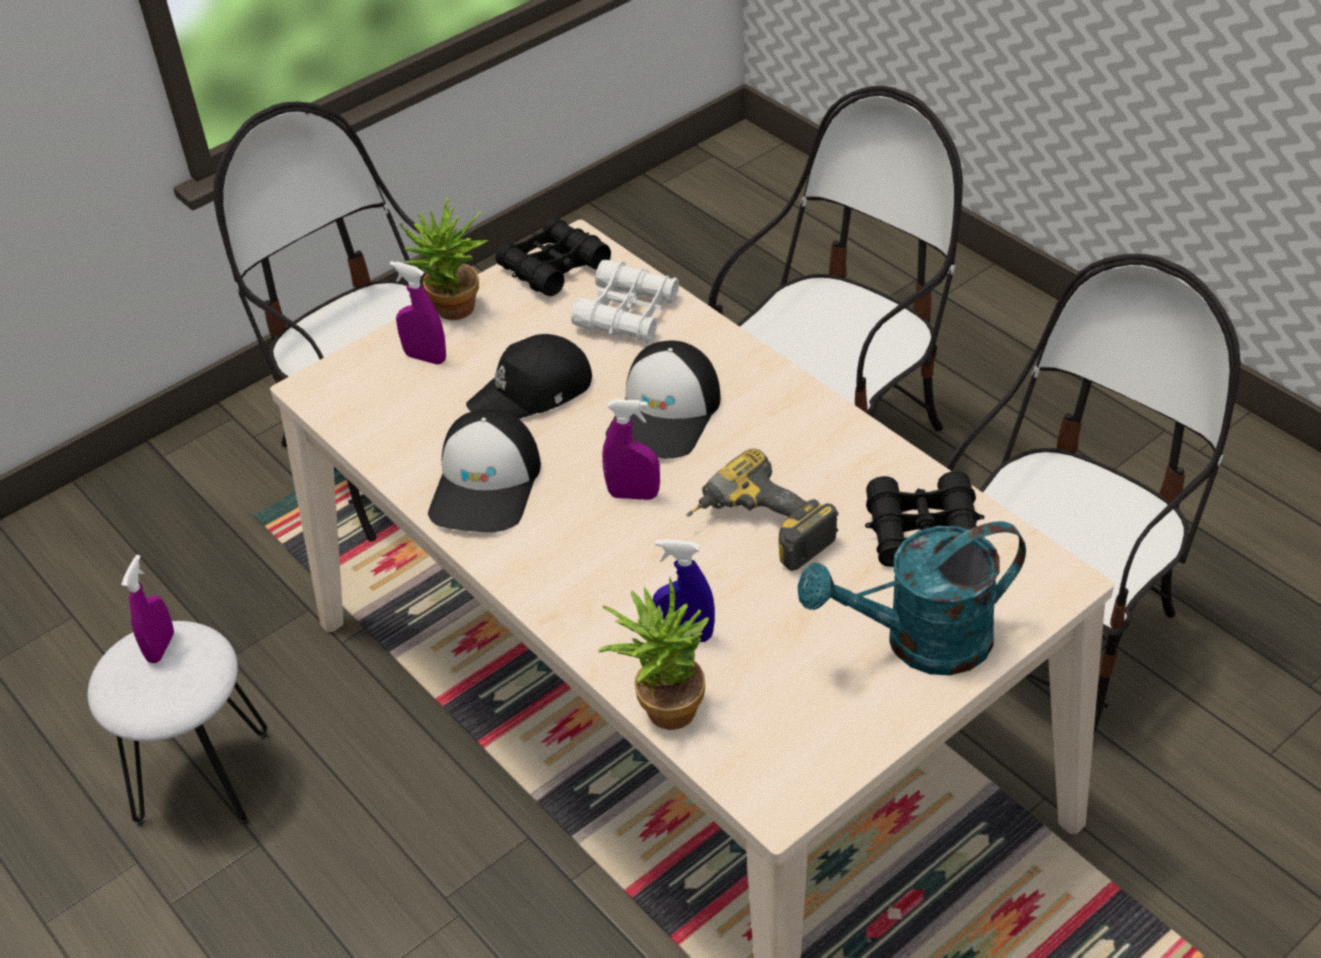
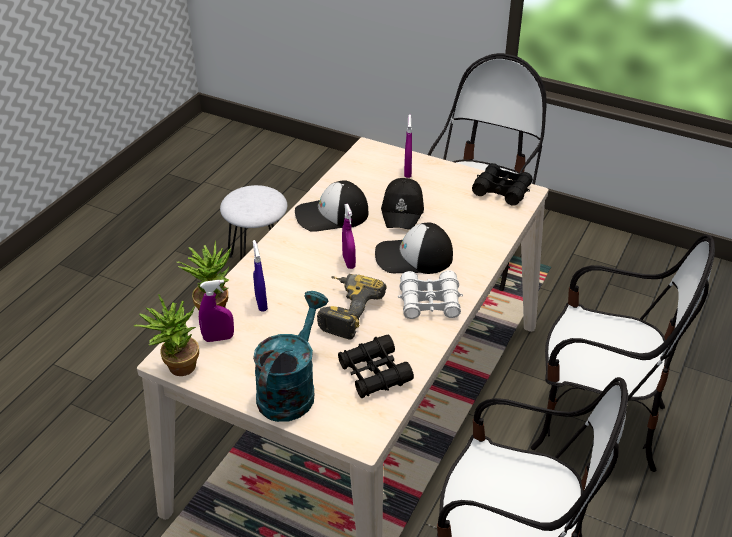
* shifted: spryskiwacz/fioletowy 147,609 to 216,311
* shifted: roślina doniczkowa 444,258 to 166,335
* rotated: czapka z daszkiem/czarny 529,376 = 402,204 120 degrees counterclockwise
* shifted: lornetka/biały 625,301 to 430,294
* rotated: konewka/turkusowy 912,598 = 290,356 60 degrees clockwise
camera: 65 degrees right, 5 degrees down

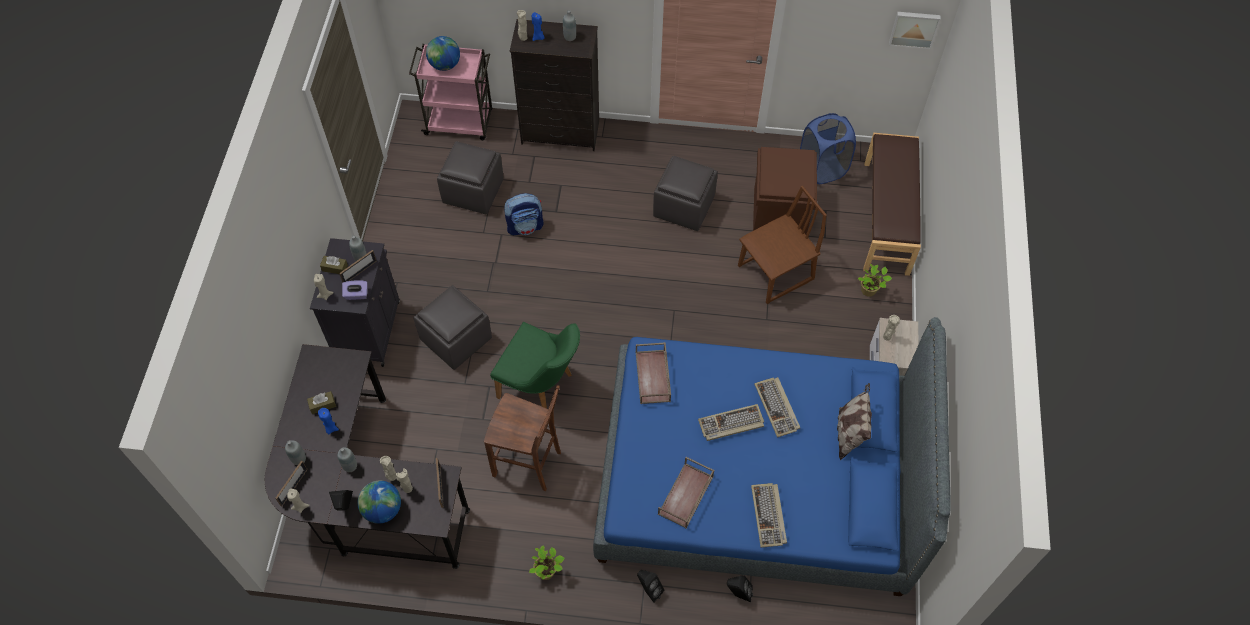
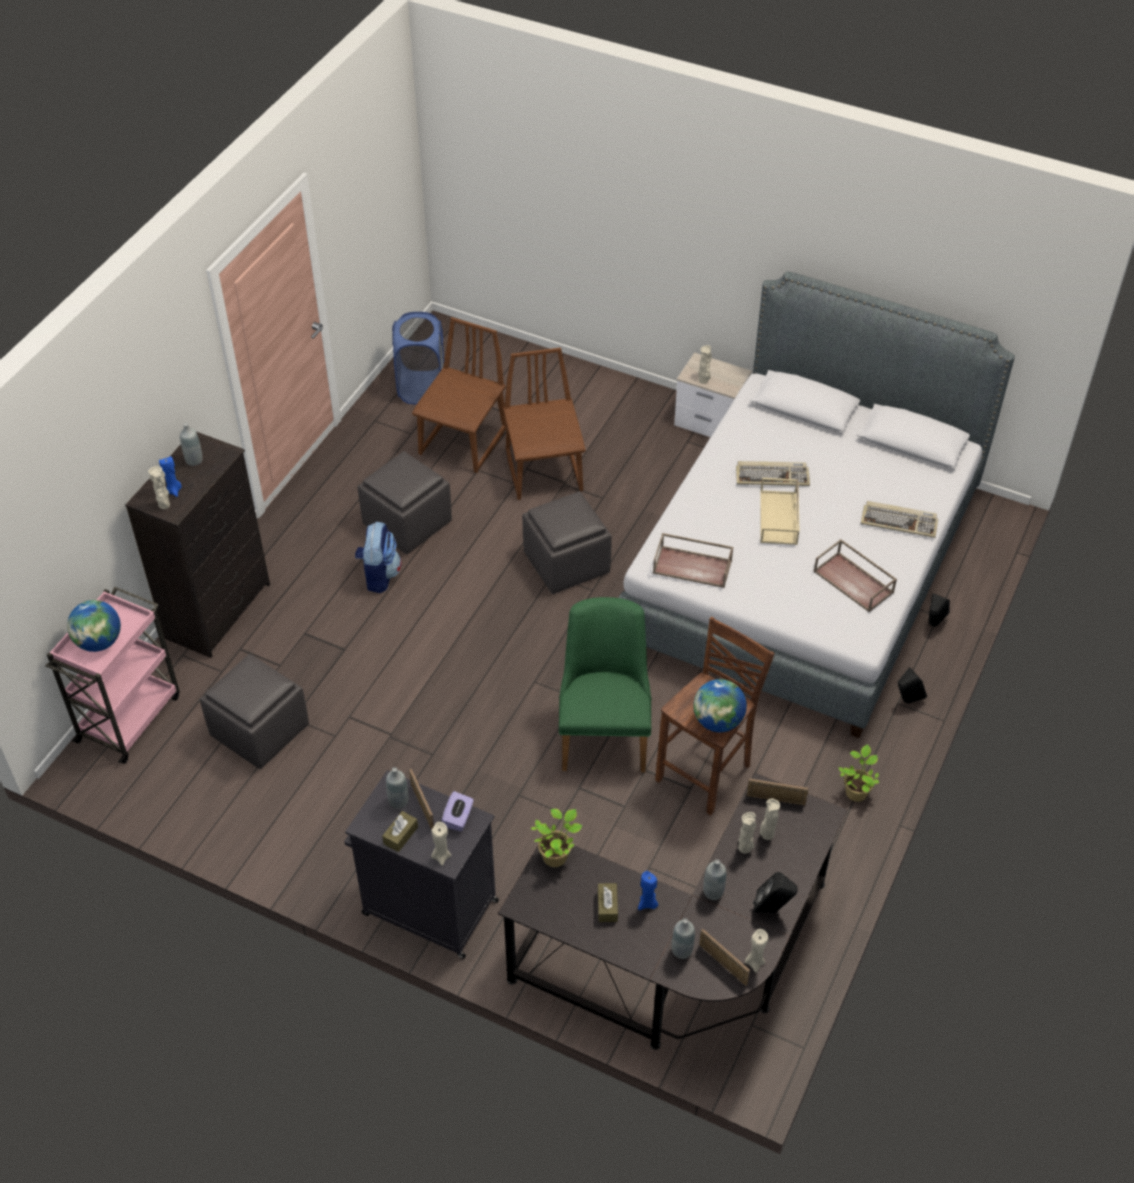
* shifted: globus 379,502 to 720,705
* shifted: pufa/szary 452,327 to 567,543
* rotated: krzesło/zielony 535,365 = 605,685 45 degrees counterclockwise
* shifted: plecak 524,214 to 378,557
* repainted: łóżko/niebieski 772,456 to łóżko/szary 816,504
* swapped: klawiatura 731,422 to taca/beżowy 779,511
* swapped: pojemnik do przechowywania/brązowy 785,190 to krzesło/brązowy 459,395
* gone: poduszka 854,422
* shifted: roślina doniczkowa 875,280 to 556,838
* gone: ławka/brązowy 892,204
* gone: obraz 915,30
camera: 70 degrees left, 10 degrees down

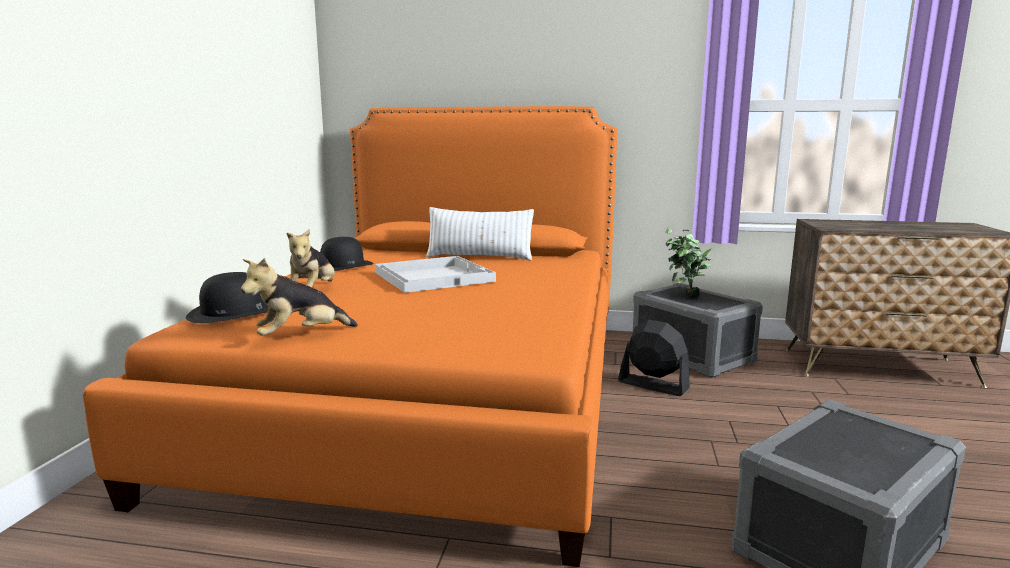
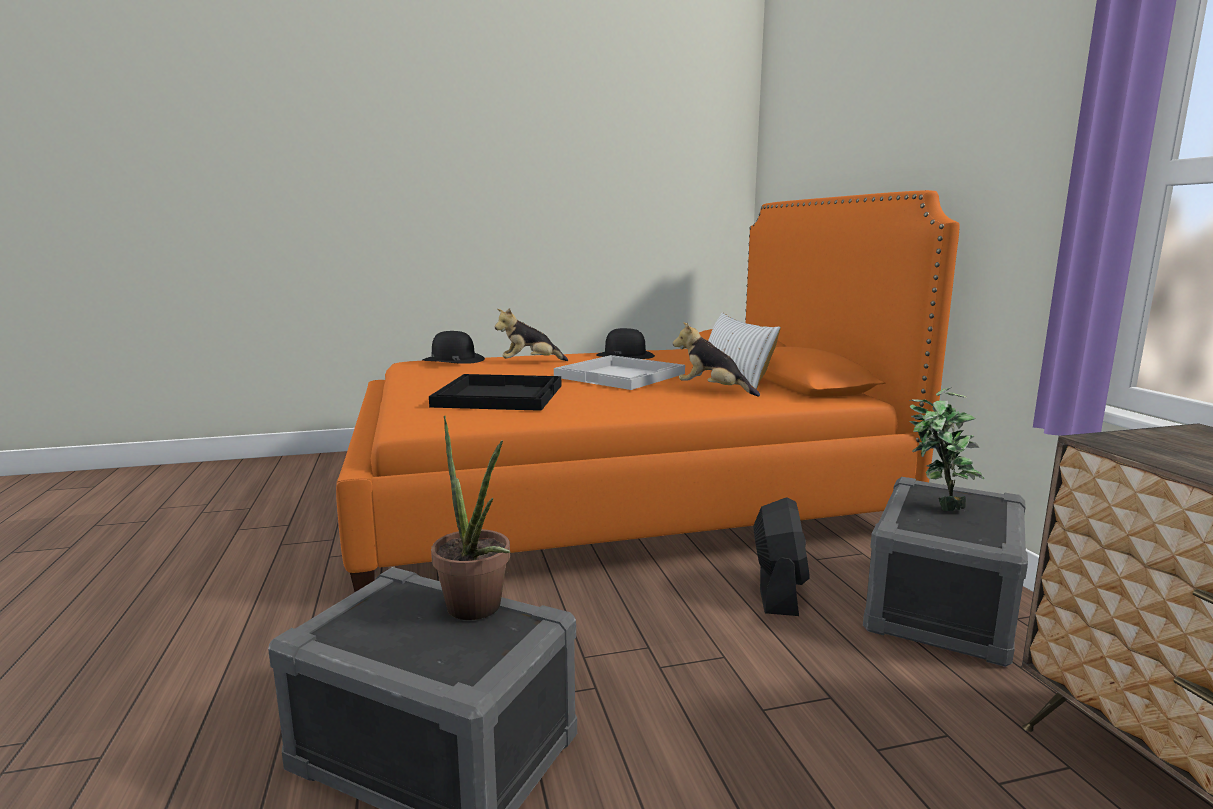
* shifted: pluszak 299,296 to 716,359
* new: taca/czarny 495,392
* new: roślina doniczkowa 471,518
camera: 65 degrees right, 0 degrees up

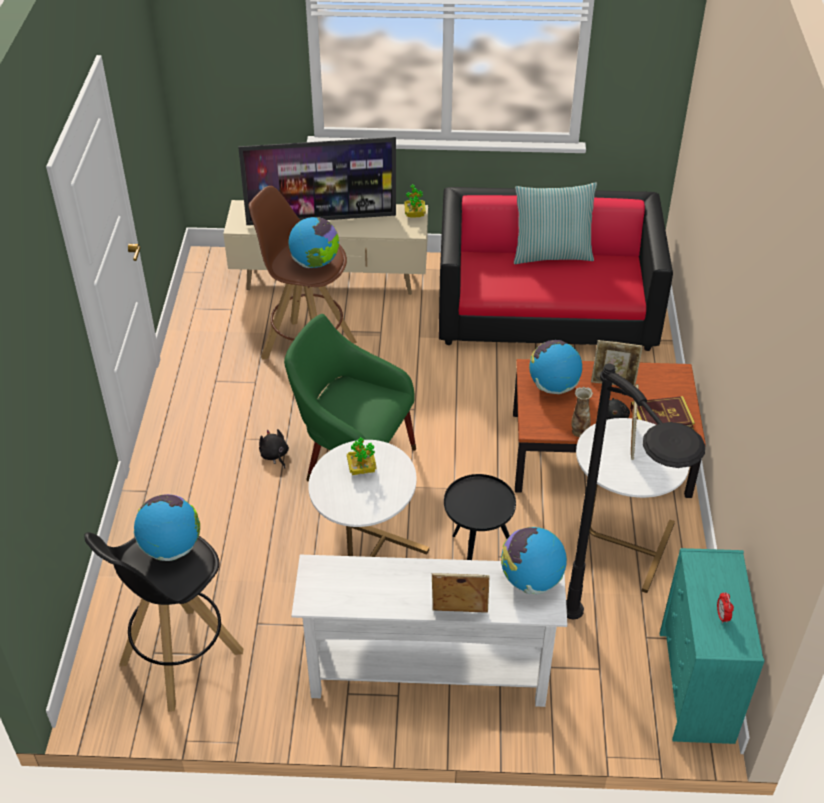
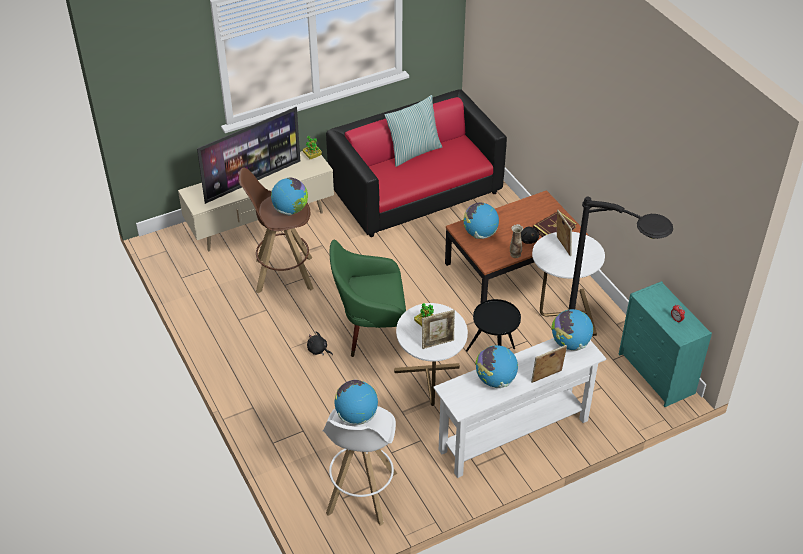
* repainted: stołek/czarny 163,622 to stołek/biały 360,466
* shifted: ramka na zdjęcie 617,363 to 438,329
* new: globus 496,366
camera: 30 degrees left, 0 degrees up

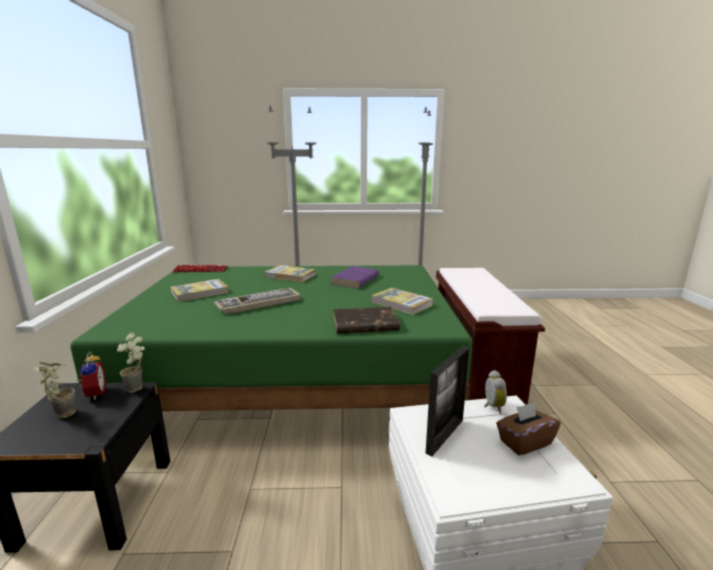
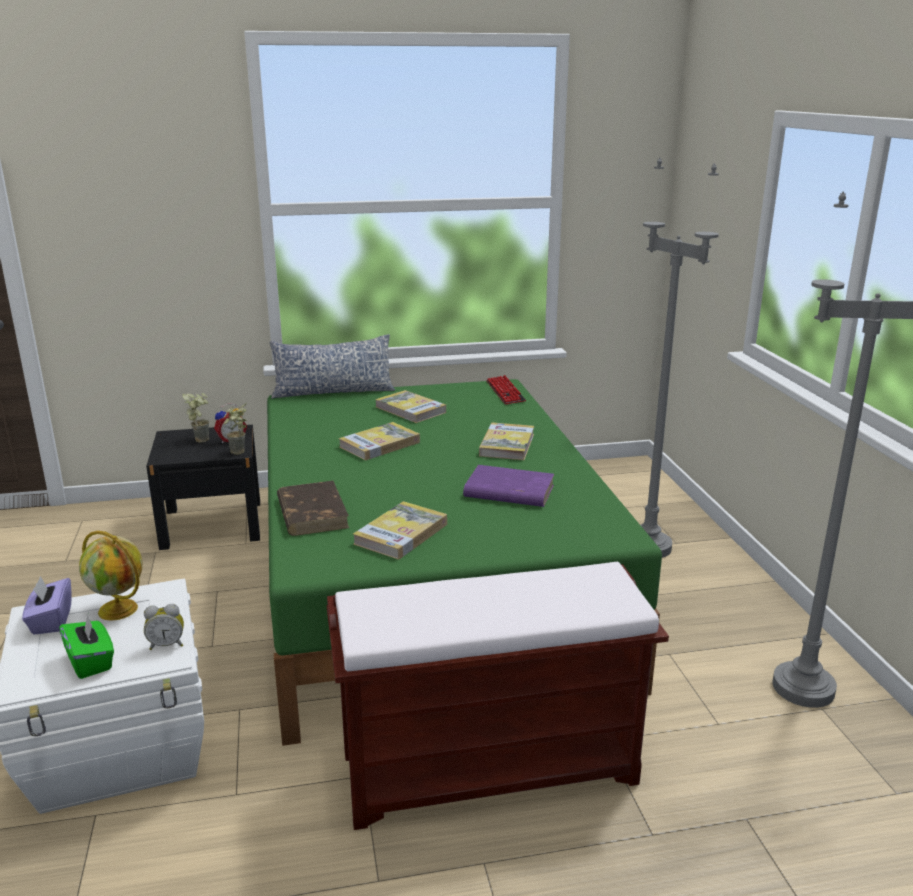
* swapped: klawiatura 257,301 to książka 379,441
* swapped: ramka na zdjęcie 448,400 to globus 111,576
* repainted: pudełko chusteczek/brązowy 528,429 to pudełko chusteczek/zielony 86,647
* new: pudełko chusteczek/fioletowy 47,605
* new: poduszka 332,366
camera: 80 degrees right, 5 degrees up

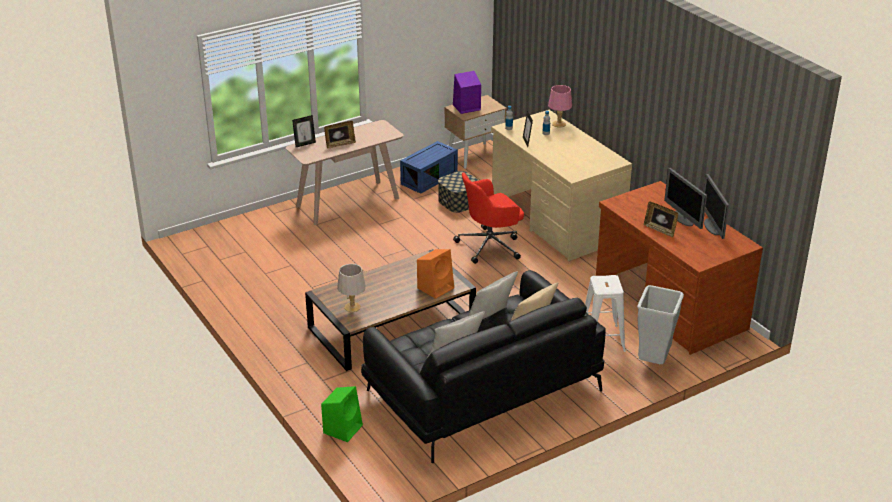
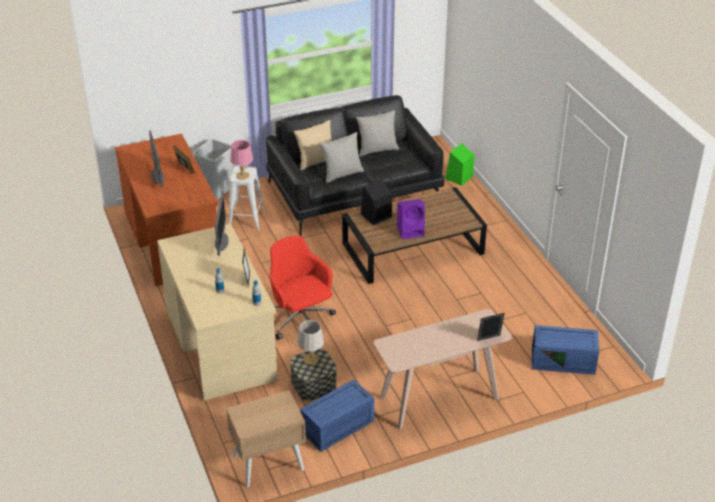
* gone: ramka na zdjęcie 340,134
* shifted: lampa stołowa/szary 351,288 to 310,342
* repainted: głośnik/pomarańczowy 435,274 to głośnik/czarny 376,202
* shifted: głośnik/fioletowy 467,92 to 411,219
* rotated: krzesło biurowe/czerwony 488,218 = 302,288 105 degrees counterclockwise
* shifted: lampa stołowa/różowy 560,106 to 241,160
* shifted: monitor 716,206 to 222,224
* new: pojemnik do przechowywania/niebieski 565,350
camera: 170 degrees left, 5 degrees up

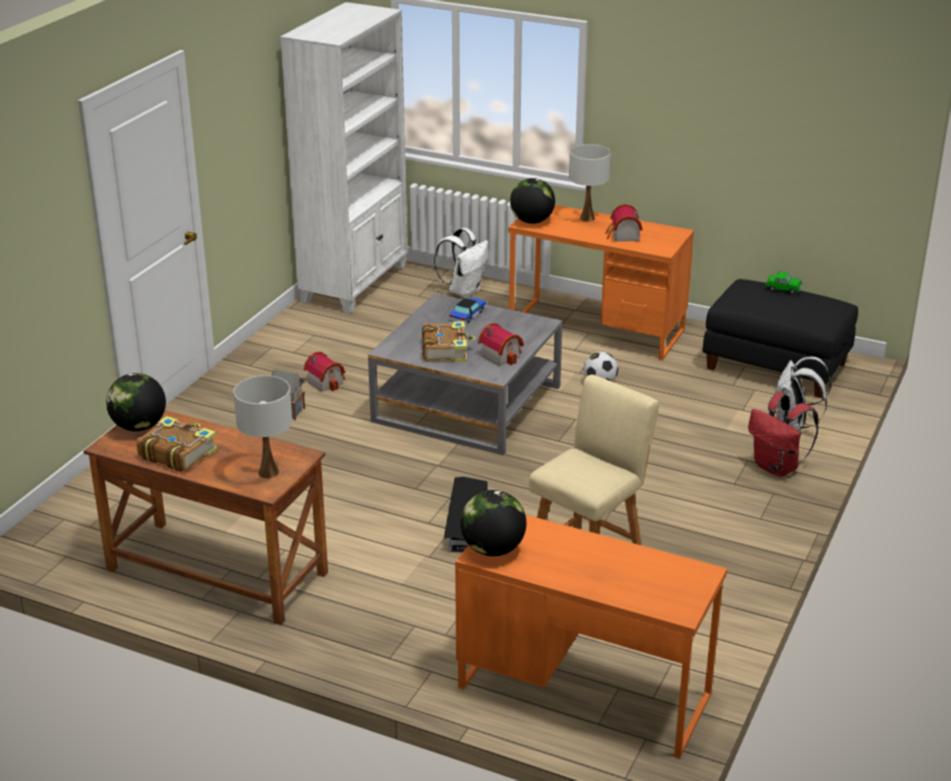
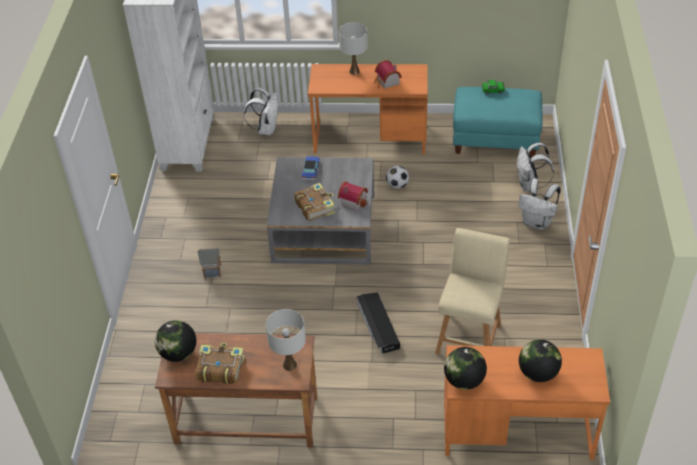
* gone: domek 324,372
* shifted: globus 532,201 to 540,360
* repainted: pufa/czarny 780,338 to pufa/turkusowy 497,122
* repainted: plecak/czerwony 783,434 to plecak/biały 539,204
camera: 20 degrees left, 15 degrees up

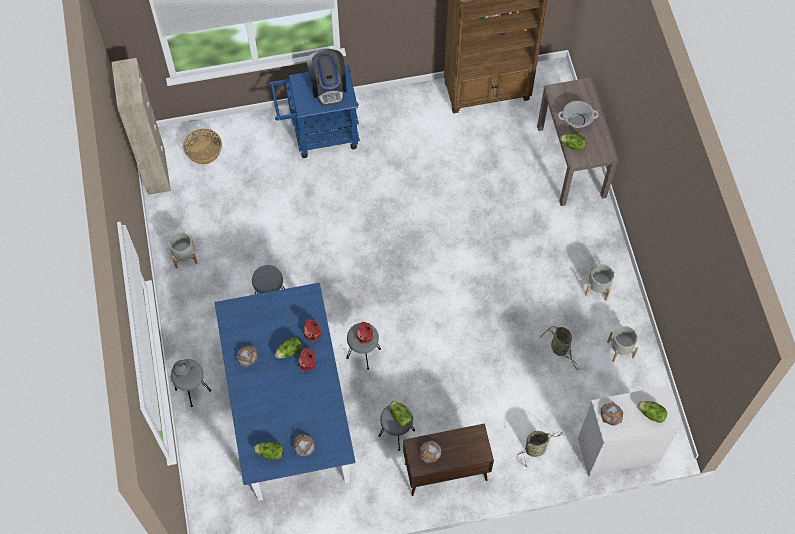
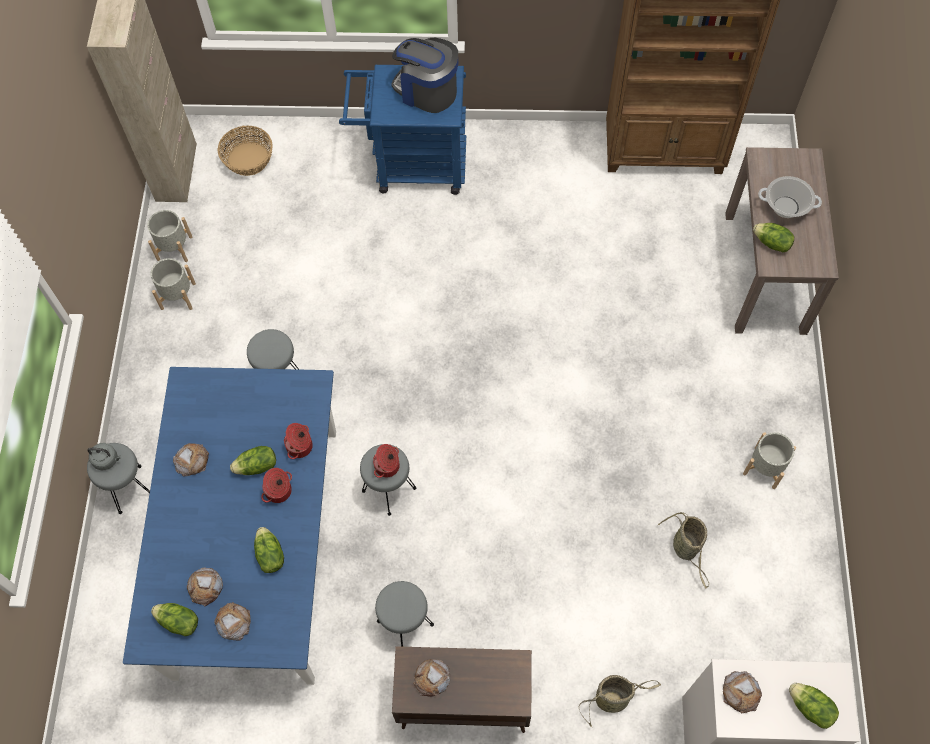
* rotated: ekspres do kawy 327,77 = 424,75 120 degrees clockwise
* shifted: sałata 401,414 to 269,550
* shifted: donica/szary 623,344 to 169,236
* new: chleb 205,586
camera: 15 degrees right, 0 degrees up

